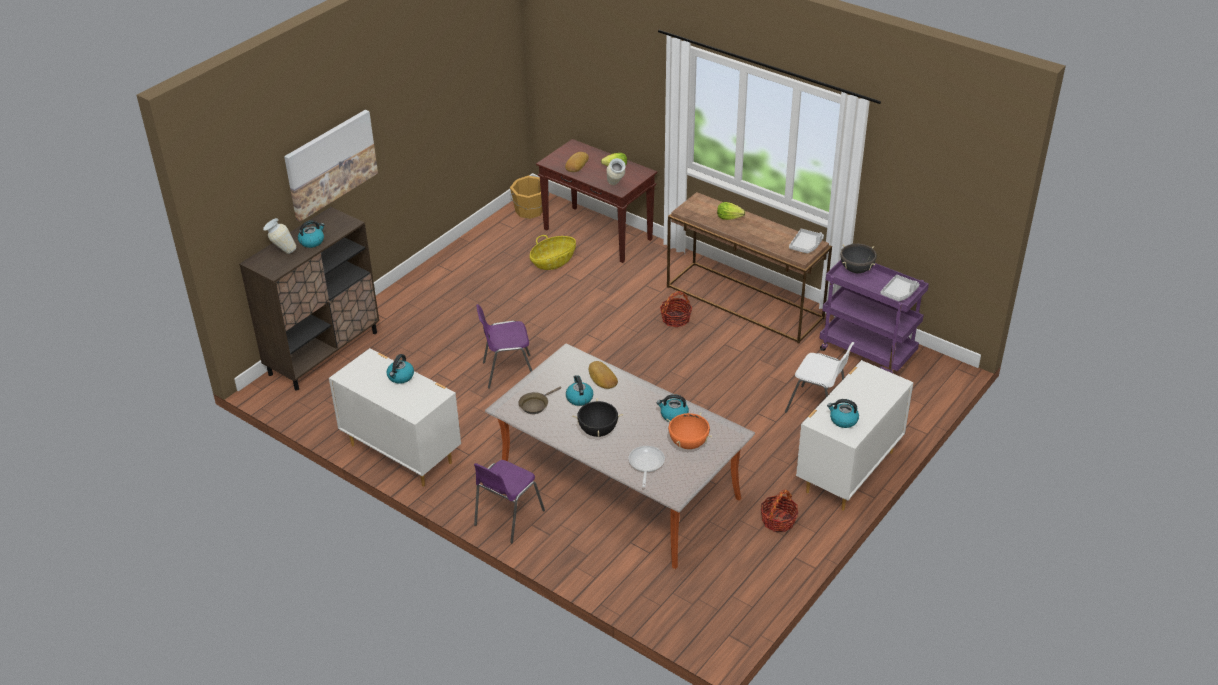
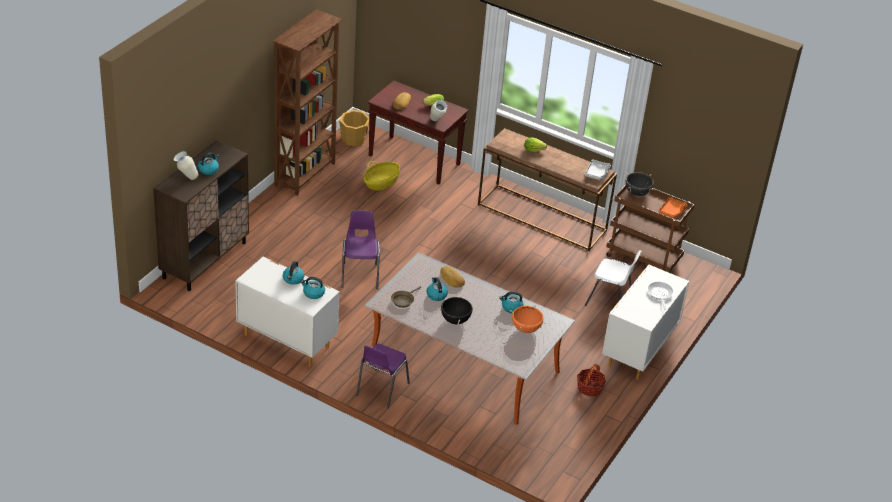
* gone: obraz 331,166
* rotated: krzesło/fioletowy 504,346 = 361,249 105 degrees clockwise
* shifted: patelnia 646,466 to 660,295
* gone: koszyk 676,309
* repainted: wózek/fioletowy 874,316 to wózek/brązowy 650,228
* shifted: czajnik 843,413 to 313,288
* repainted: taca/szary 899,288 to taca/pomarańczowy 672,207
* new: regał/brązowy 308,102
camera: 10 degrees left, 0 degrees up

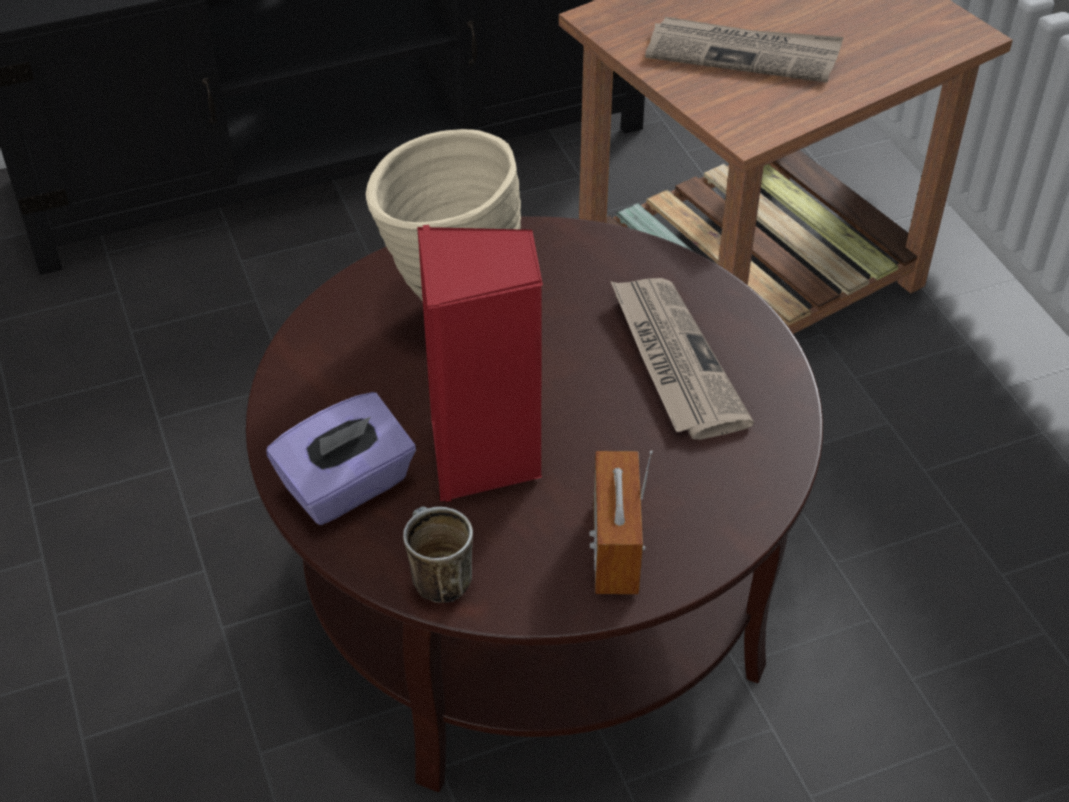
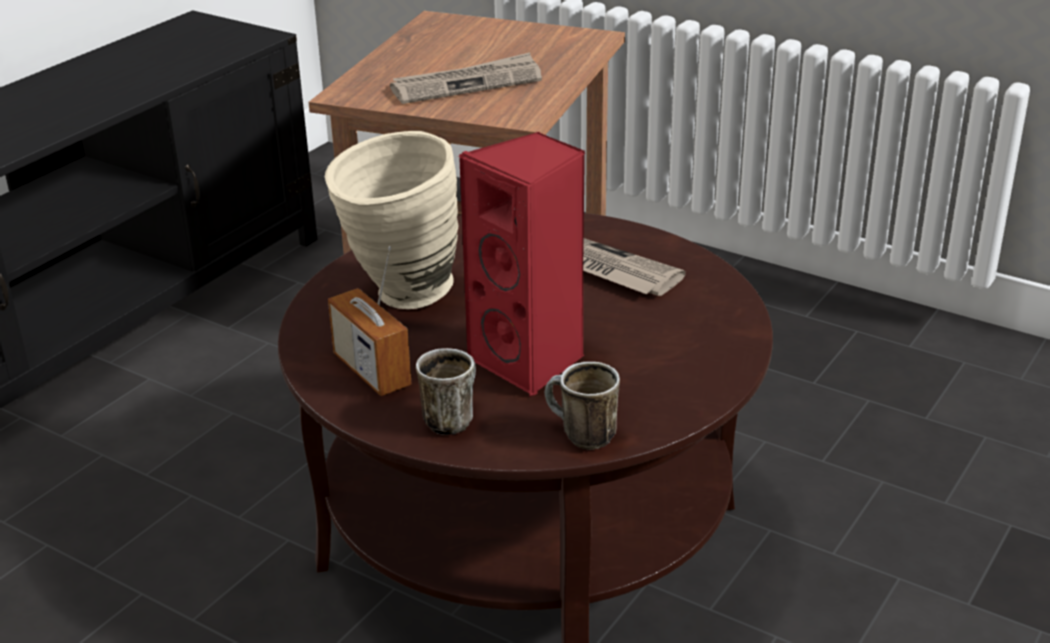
* swapped: pudełko chusteczek/fioletowy 341,458 to kubek 446,391
* shifted: radio 621,522 to 370,321
camera: 35 degrees left, 15 degrees down

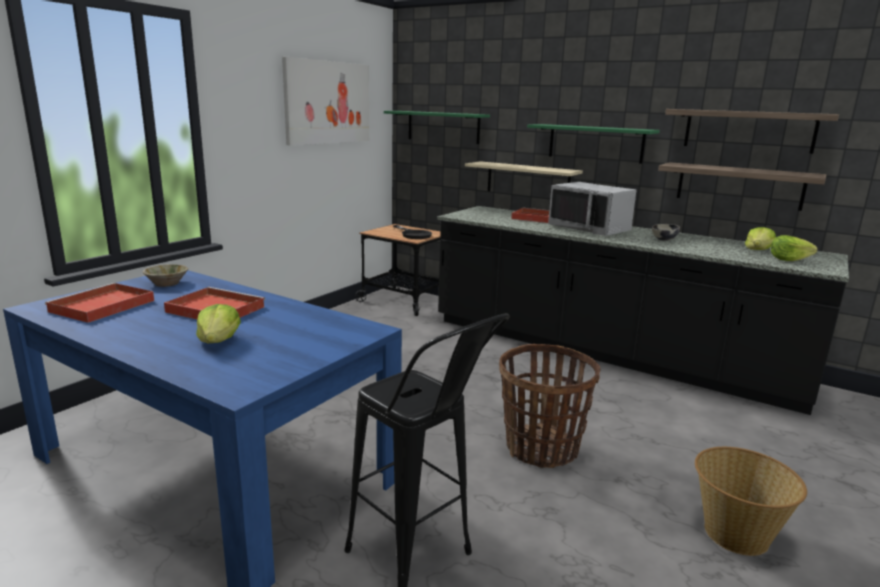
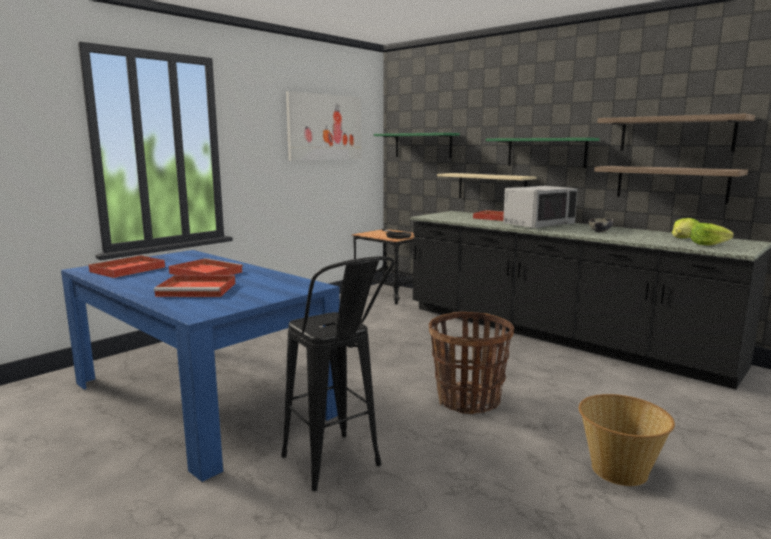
* gone: miska/beżowy 165,275
* swapped: sałata 218,323 to taca/czerwony 194,286
* rotated: mikrofalówka/szary 592,209 = 540,207 90 degrees counterclockwise
camera: 10 degrees right, 5 degrees down

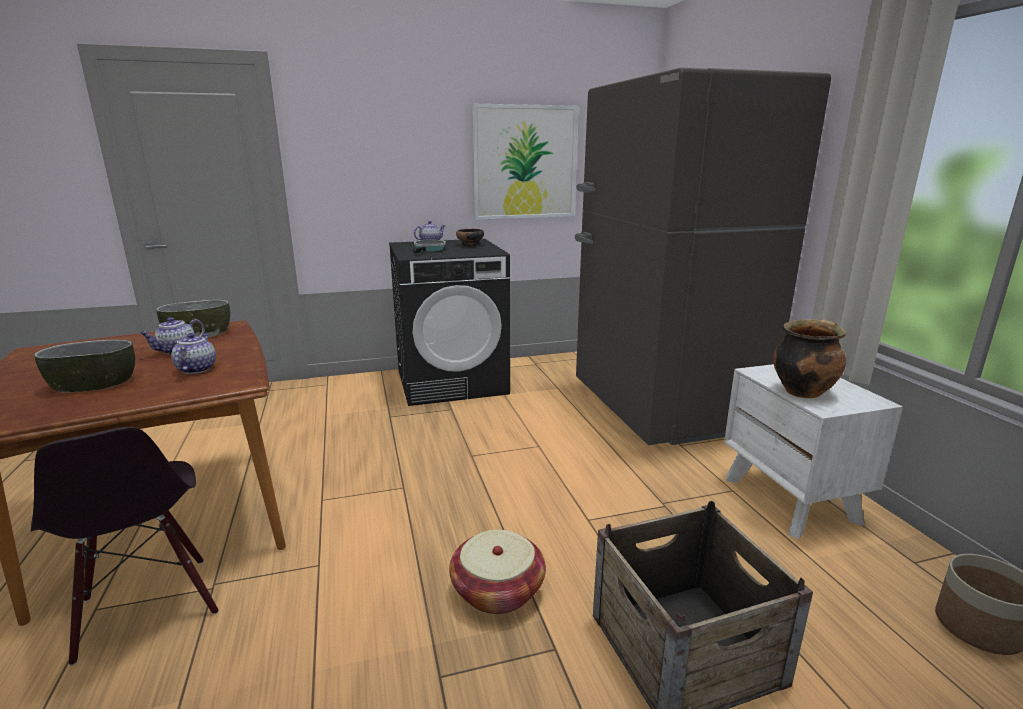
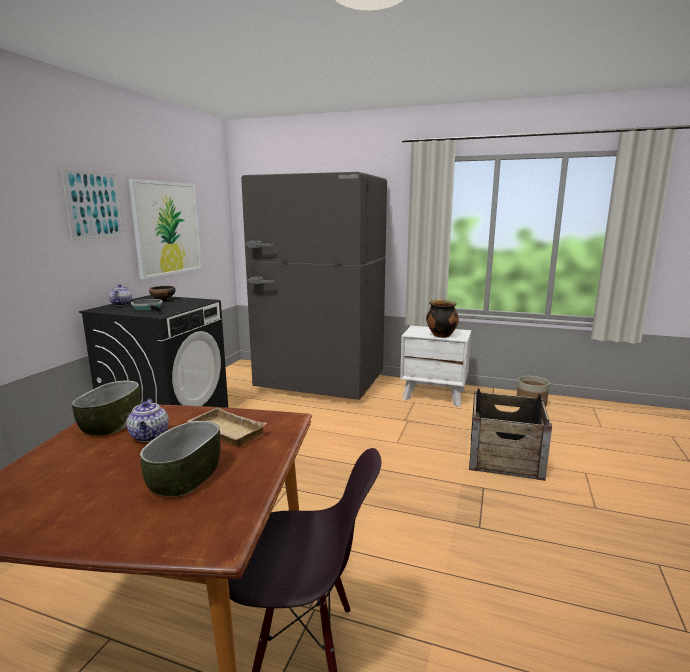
* swapped: imbryk 193,353 to taca/beżowy 227,426
* gone: koszyk 497,572
* new: obraz 92,204
camera: 55 degrees left, 5 degrees down

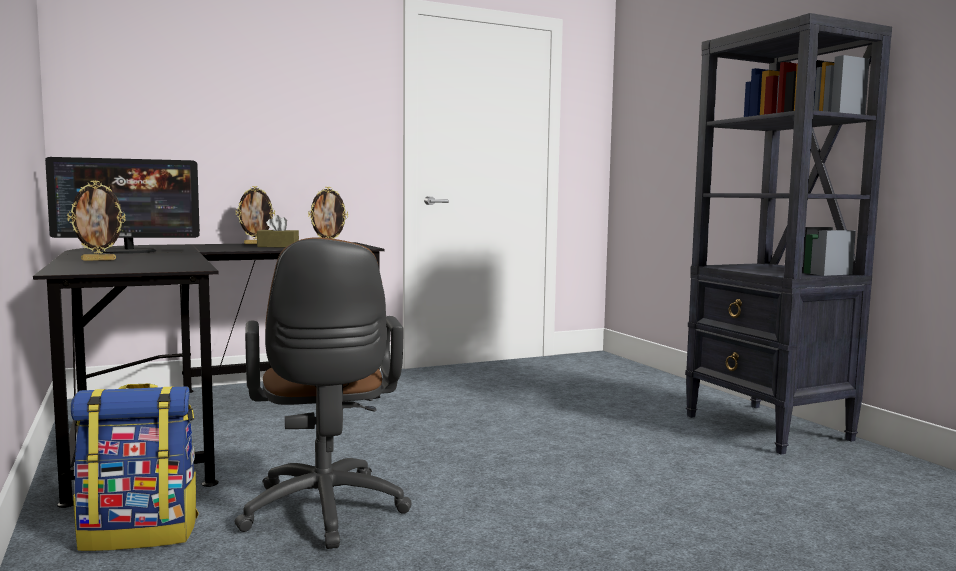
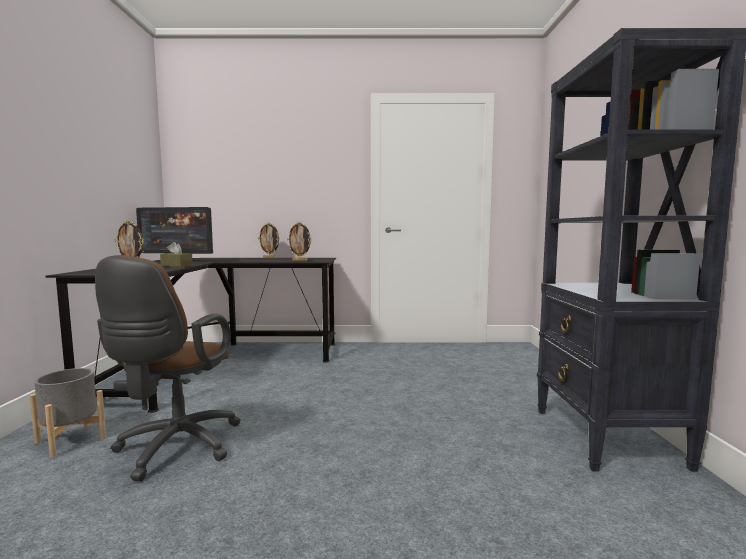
* swapped: plecak 135,467 to donica/szary 68,413
* shifted: pudełko chusteczek/brązowy 278,231 to 176,254
camera: 25 degrees right, 0 degrees up

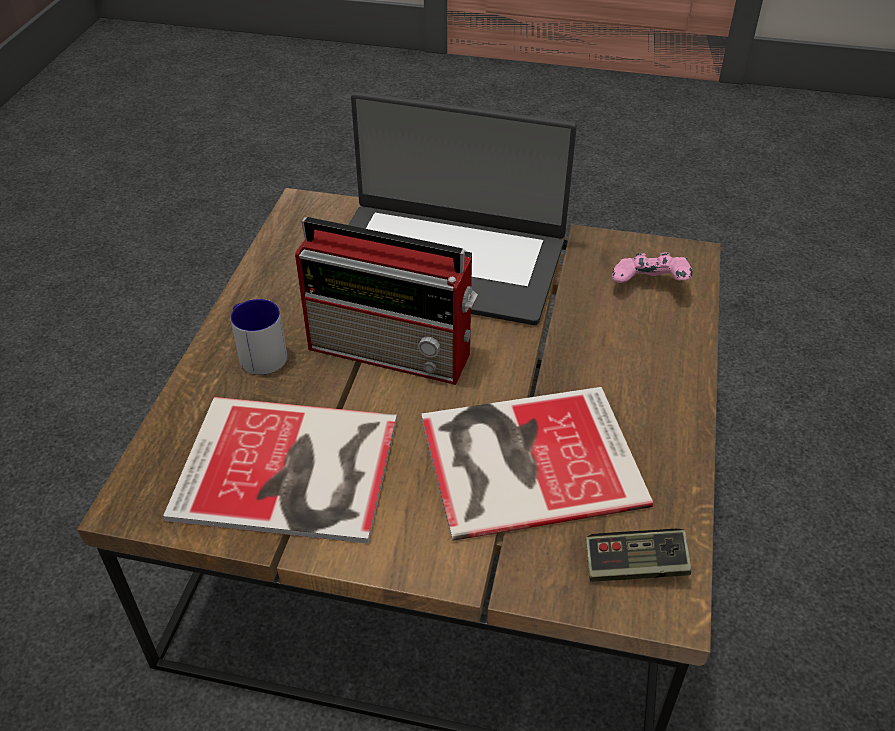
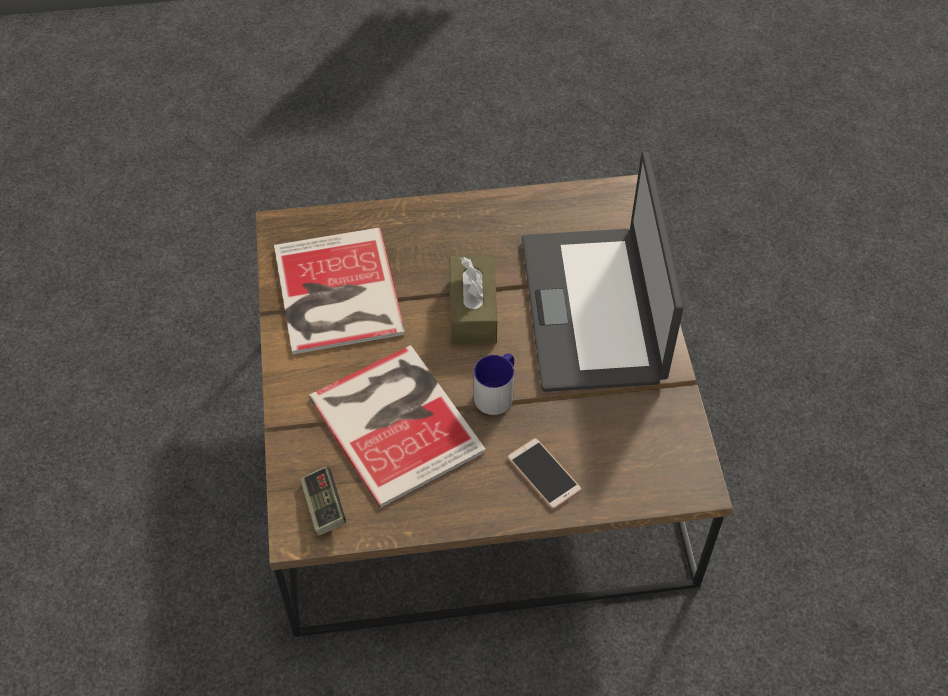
* shifted: kubek 258,337 to 494,384
* swapped: radio 386,301 to pudełko chusteczek/brązowy 473,299
* gone: pad do gier/różowy 652,267
* new: telefon 544,473
camera: 70 degrees right, 10 degrees up

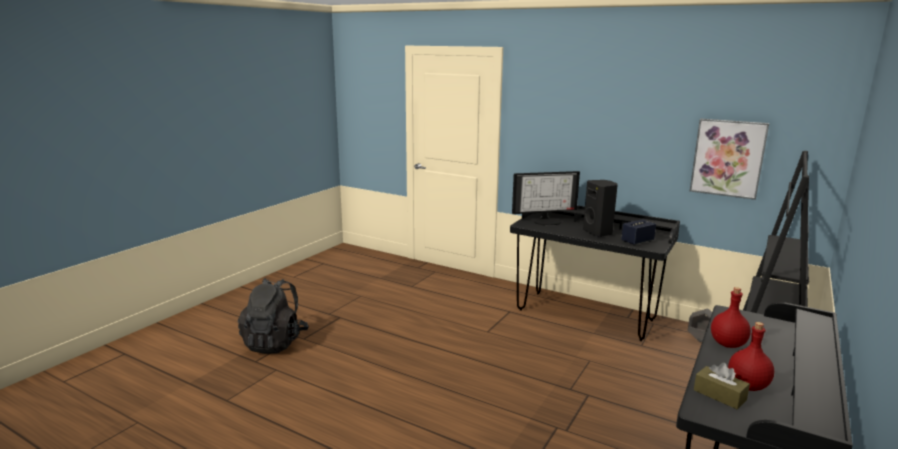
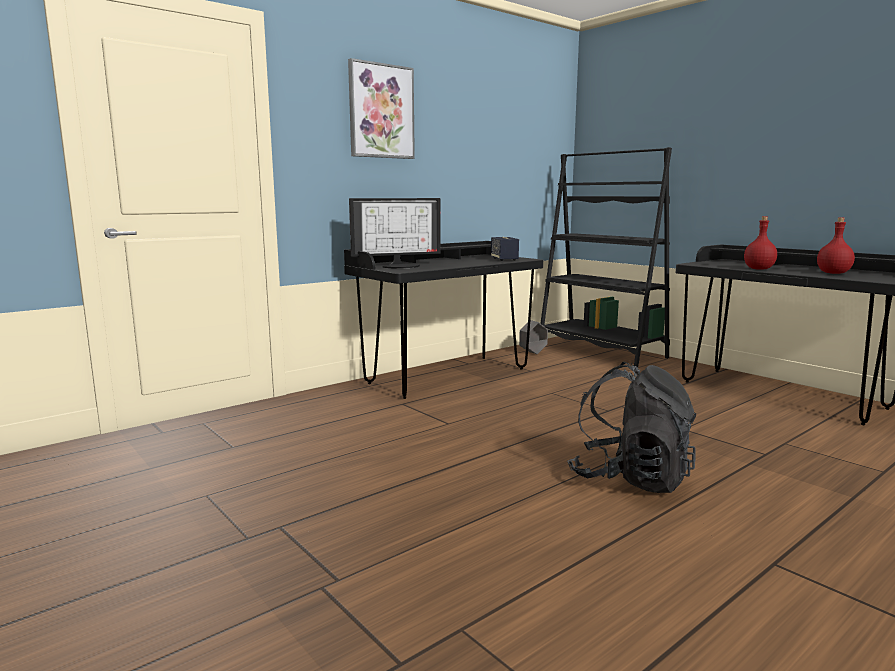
* shifted: plecak/czarny 273,316 to 632,427
* rotated: monitor 546,198 = 395,233 60 degrees clockwise
* gone: głośnik/czarny 600,208
* shifted: obraz 729,159 to 381,108
* gone: pudełko chusteczek/brązowy 722,386
camera: 70 degrees left, 5 degrees down

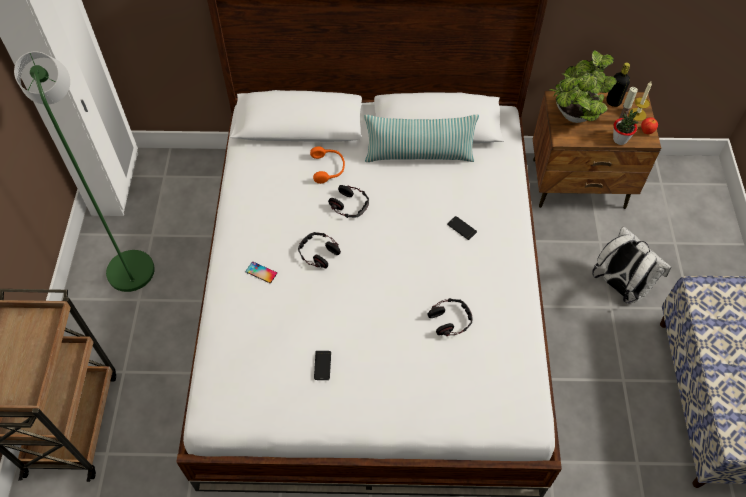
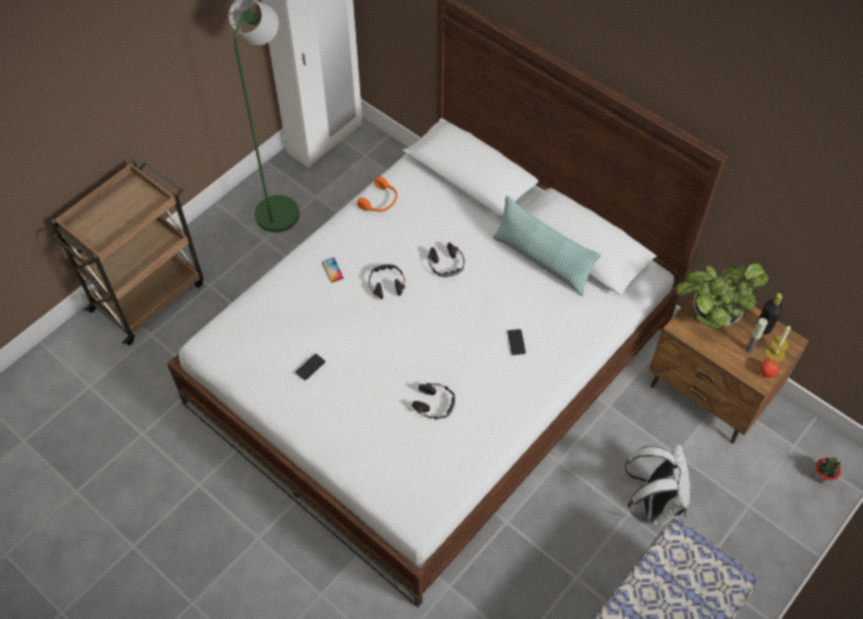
* shifted: słuchawki/pomarańczowy 327,165 to 377,194
* shifted: roślina doniczkowa 626,127 to 828,470
camera: 40 degrees right, 0 degrees up

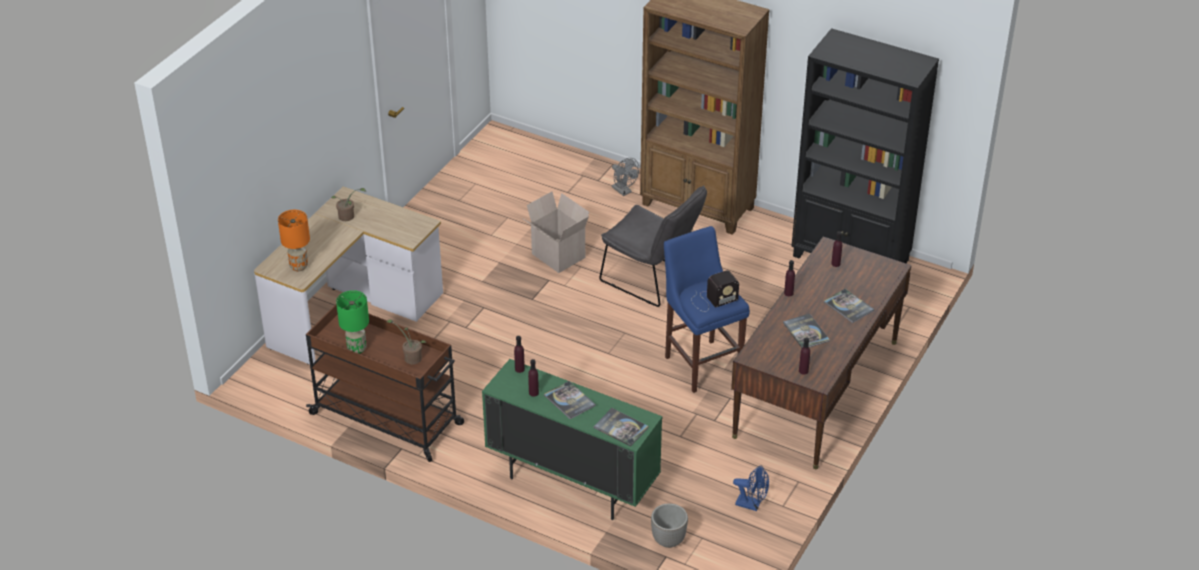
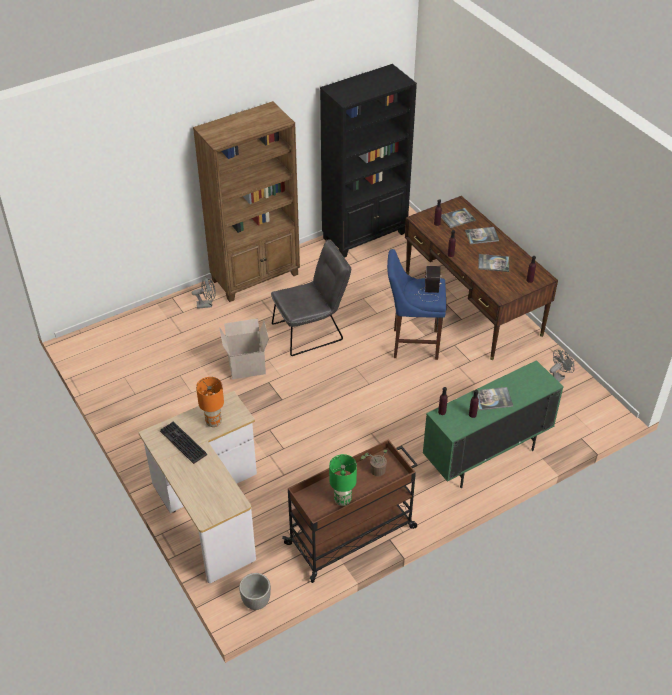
* shifted: lampa stołowa/pomarańczowy 294,240 to 210,402
* swapped: roślina doniczkowa 348,204 to klawiatura 183,442
* shifted: książka 621,427 to 458,218
* shifted: donica 669,525 to 255,591
* repainted: wentylator/niebieski 751,488 to wentylator/szary 562,366
camera: 60 degrees left, 5 degrees up

